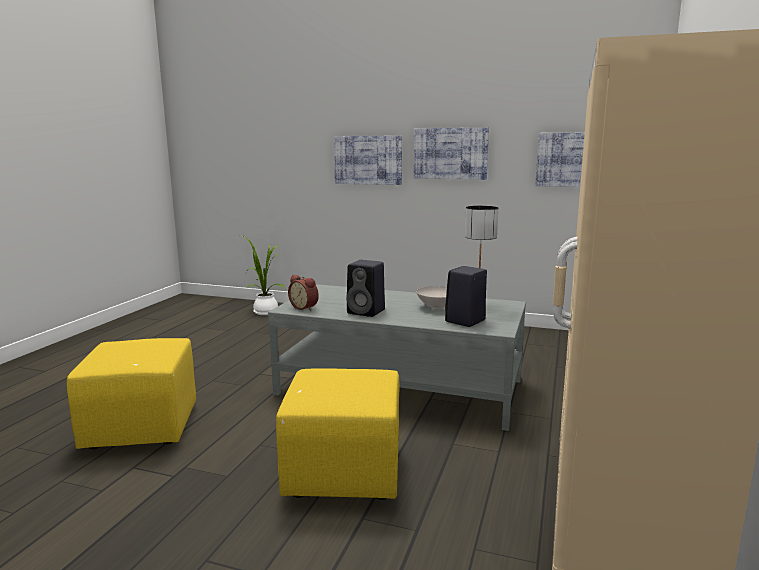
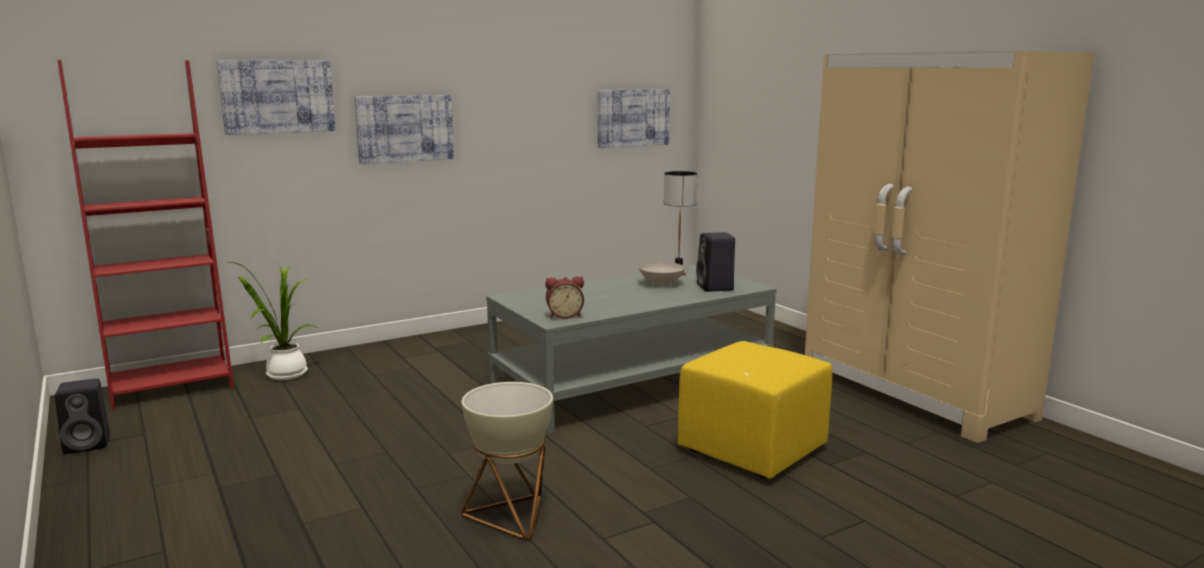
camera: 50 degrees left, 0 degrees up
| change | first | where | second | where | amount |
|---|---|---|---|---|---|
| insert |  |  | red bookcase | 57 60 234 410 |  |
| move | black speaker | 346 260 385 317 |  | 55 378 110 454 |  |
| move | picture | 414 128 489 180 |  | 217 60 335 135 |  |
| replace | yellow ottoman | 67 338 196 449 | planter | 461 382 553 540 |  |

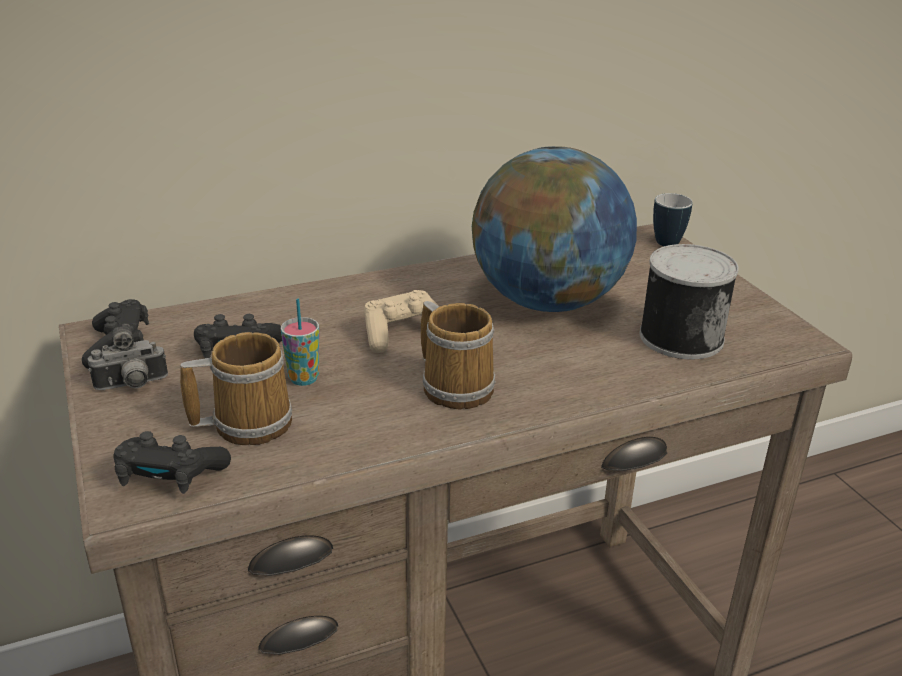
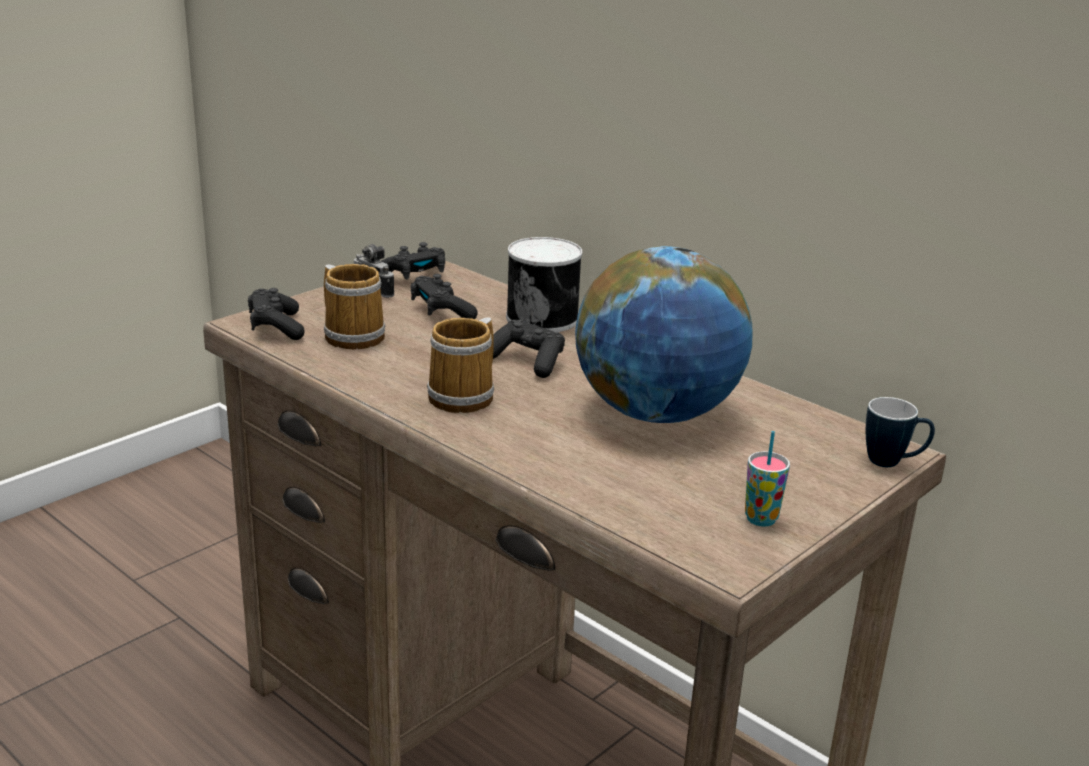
camera: 65 degrees right, 5 degrees down
| change | first | where | second | where | amount |
|---|---|---|---|---|---|
| move | cup | 281 299 319 386 |  | 745 431 790 527 |  |
| move | can | 640 244 739 359 |  | 506 237 582 332 |  |
| recolor | beige game controller | 364 290 439 353 | black game controller | 493 319 565 378 |  |

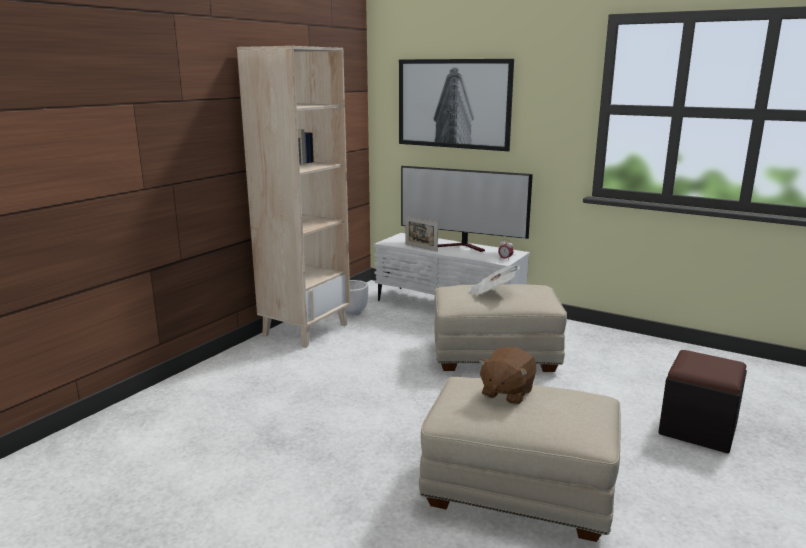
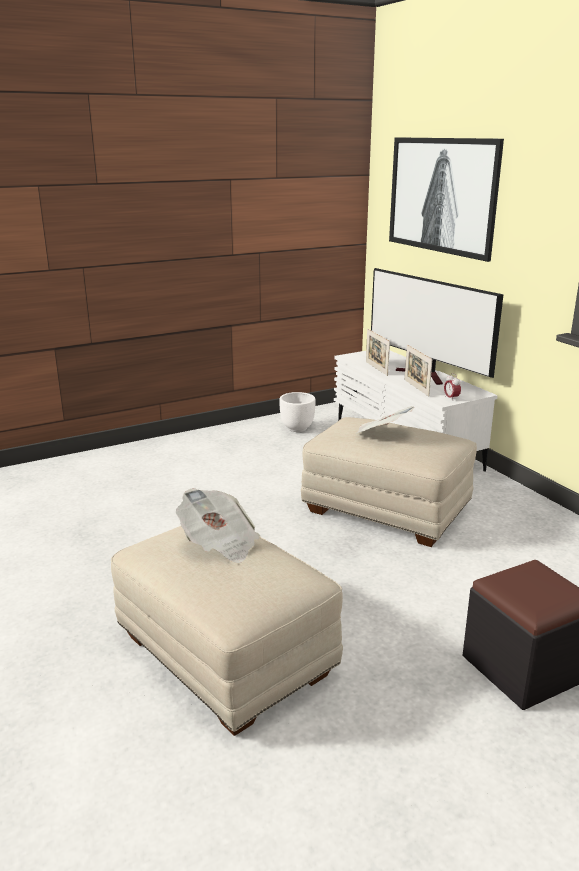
camera: 30 degrees right, 5 degrees up
| change | first | where | second | where | amount |
|---|---|---|---|---|---|
| delete | beige bookcase | 237 46 350 348 |  |  |  |
| insert |  |  | picture frame | 405 344 432 397 |  |
| replace | brown plush toy | 478 347 536 405 | newspaper | 176 488 260 563 |  |

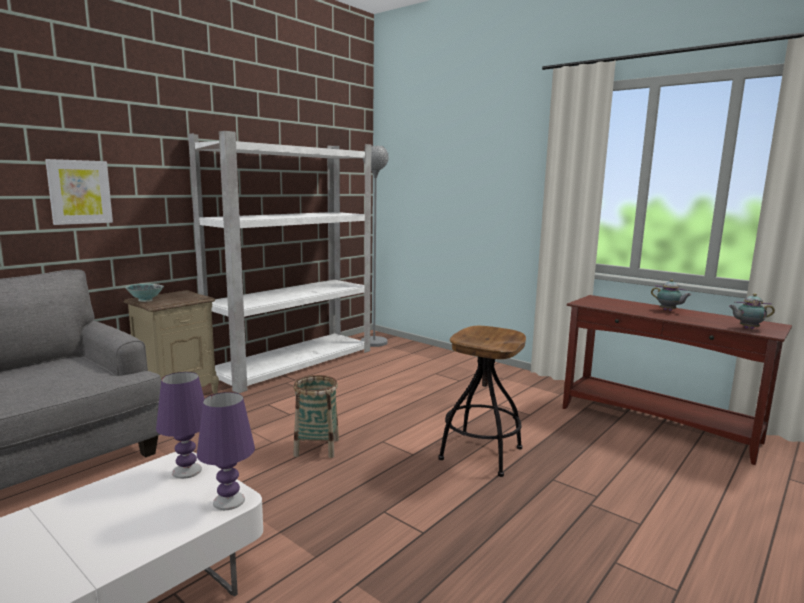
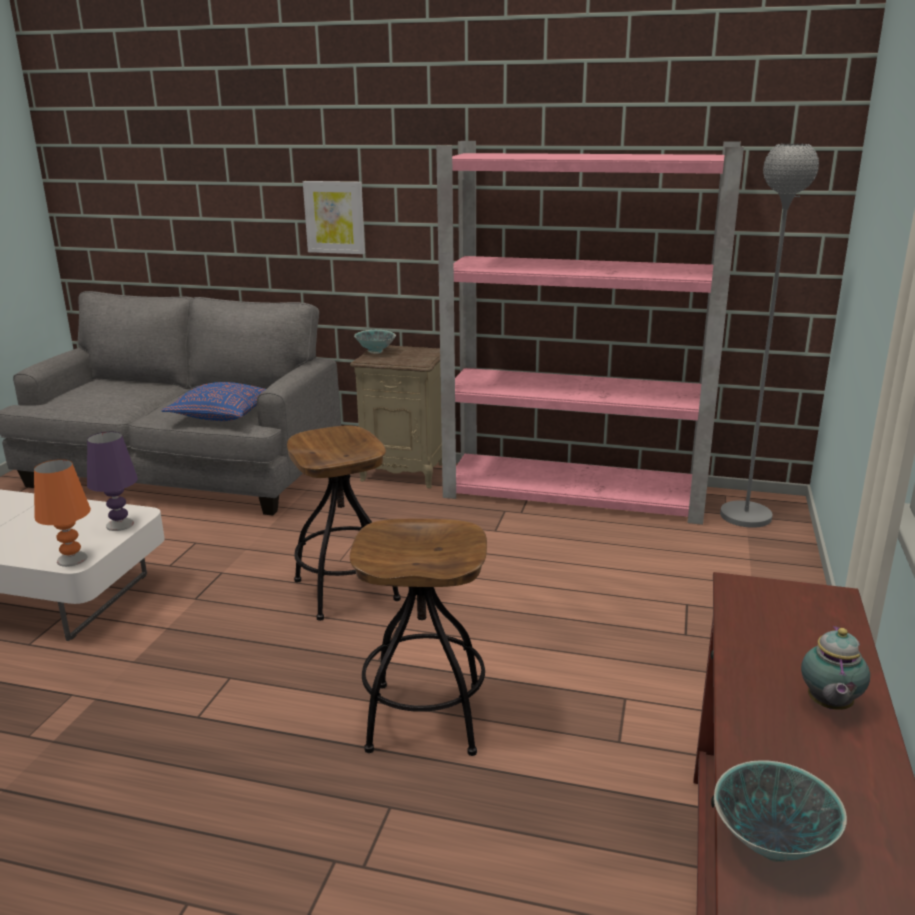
camera: 65 degrees right, 10 degrees up
| change | first | where | second | where | amount |
|---|---|---|---|---|---|
| insert |  |  | blue pillow | 162 382 266 421 |  |
| replace | basket | 293 375 339 458 | brown stool | 287 425 401 621 |  |
| replace | teapot | 728 293 775 329 | bowl | 714 760 847 862 |  |
| recolor | white bookcase | 188 131 371 394 | pink bookcase | 436 141 744 525 |  |
| recolor | purple table lamp | 197 392 255 510 | orange table lamp | 34 459 91 567 |  |

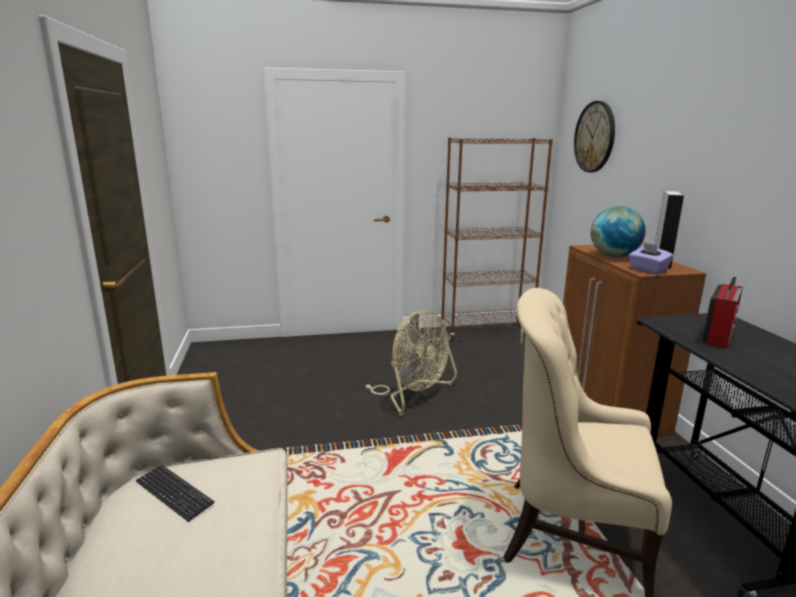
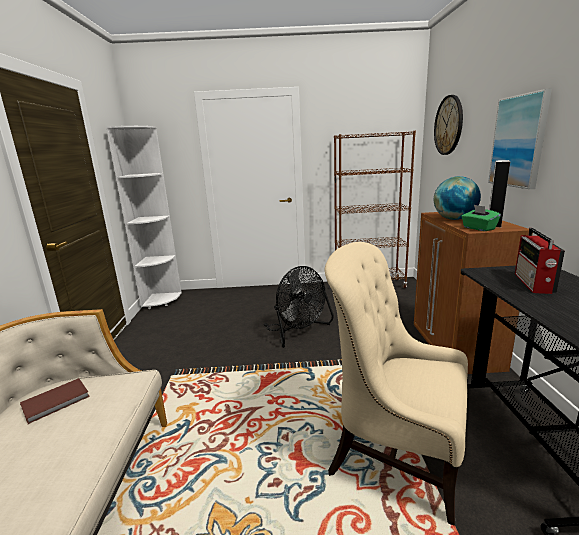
camera: 10 degrees right, 0 degrees up
| change | first | where | second | where | amount |
|---|---|---|---|---|---|
| insert |  |  | white bookcase | 106 126 182 309 |  |
| insert |  |  | picture | 488 89 552 189 |  |
| replace | keyboard | 136 464 215 522 | brown book | 20 378 90 424 |  |
| recolor | beige fan | 365 310 457 416 | black fan | 264 266 334 348 |  |
| recolor | purple tissue box | 629 242 673 274 | green tissue box | 461 205 501 231 |  |
| rotate | radio | 702 277 743 348 |  | 515 228 565 294 | 150 degrees clockwise |

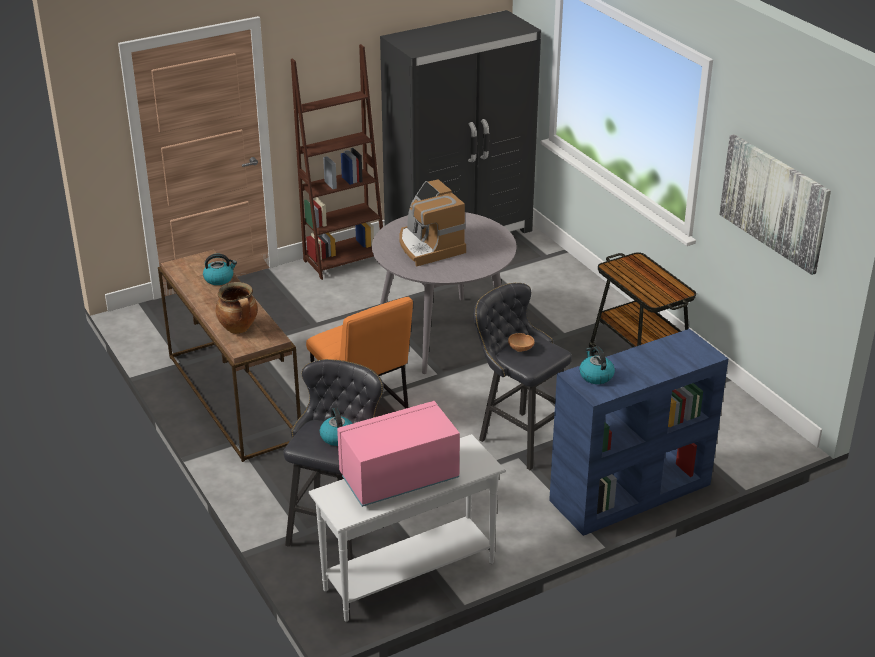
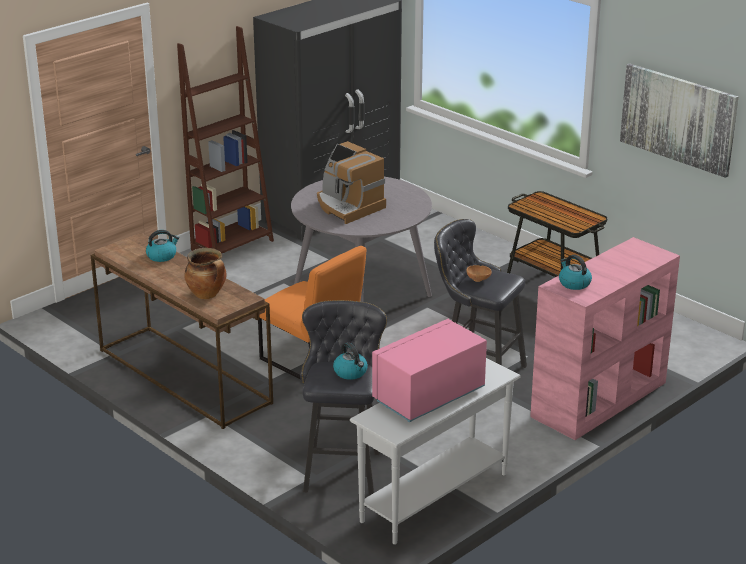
camera: 15 degrees left, 5 degrees down
| change | first | where | second | where | amount |
|---|---|---|---|---|---|
| recolor | blue bookcase | 549 329 728 536 | pink bookcase | 530 237 680 440 |  |

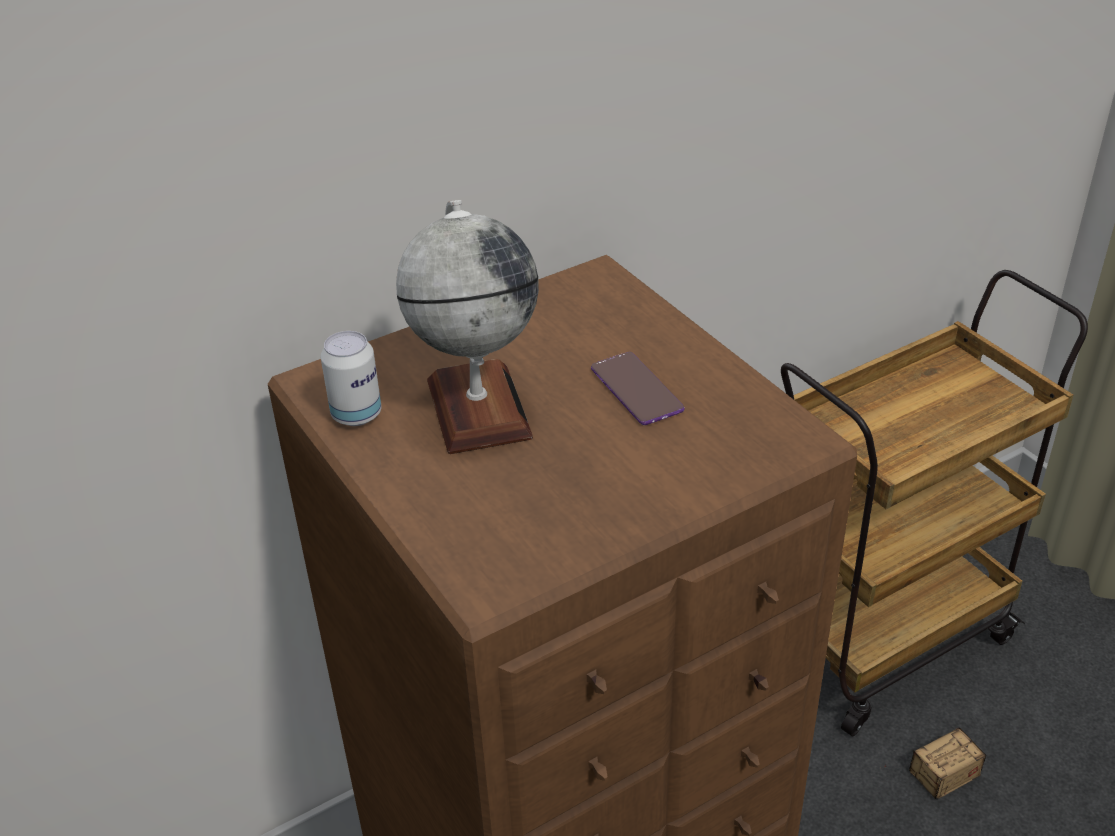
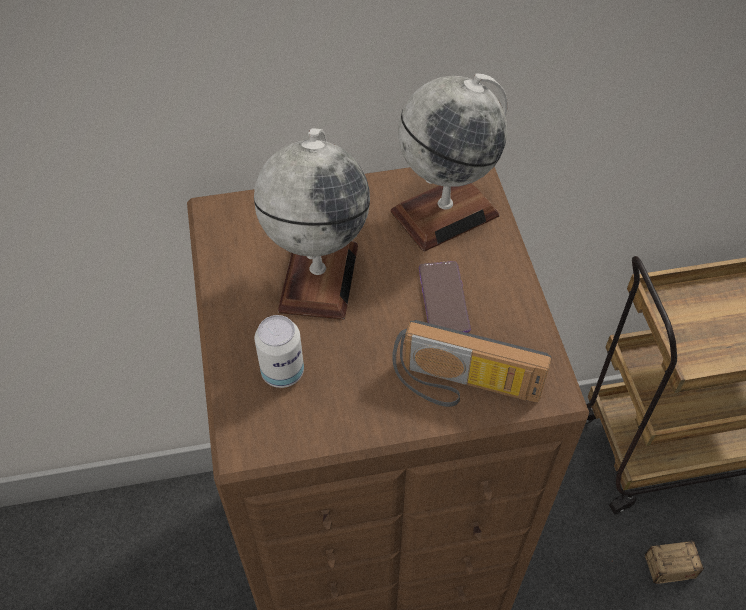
camera: 20 degrees right, 15 degrees up
| change | first | where | second | where | amount |
|---|---|---|---|---|---|
| insert |  |  | globe | 391 73 507 252 |  |
| insert |  |  | radio | 392 320 552 407 |  |
| move | can | 321 331 381 426 |  | 254 315 304 388 |  |

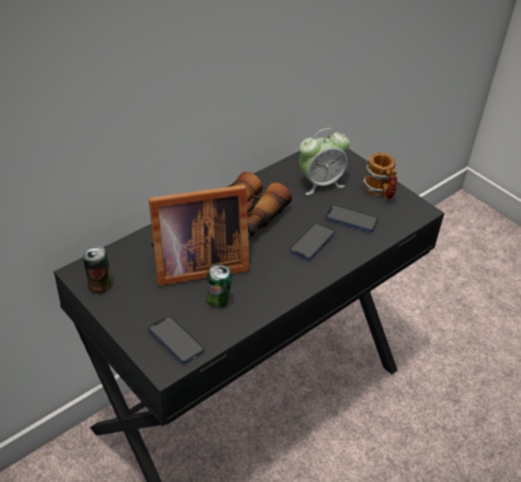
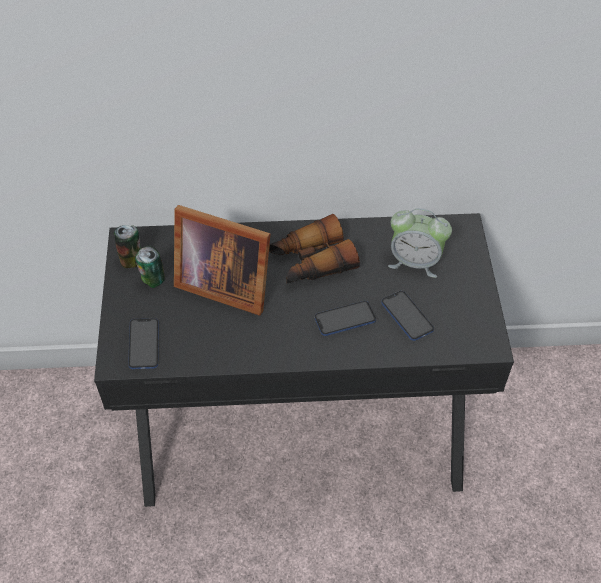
camera: 40 degrees right, 10 degrees up
| change | first | where | second | where | amount |
|---|---|---|---|---|---|
| delete | mug | 363 153 397 200 |  |  |  |
| move | can | 206 264 232 307 |  | 135 246 165 288 |  |

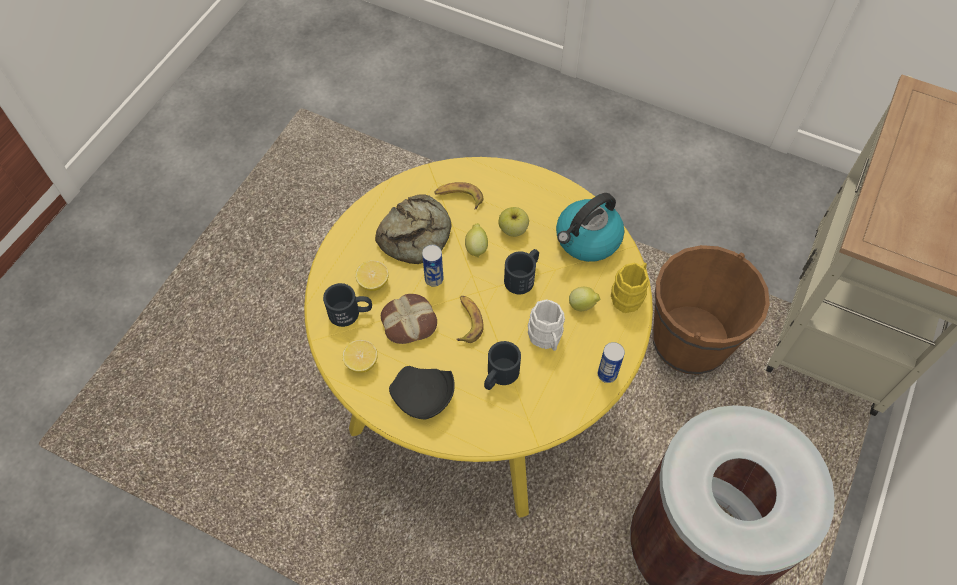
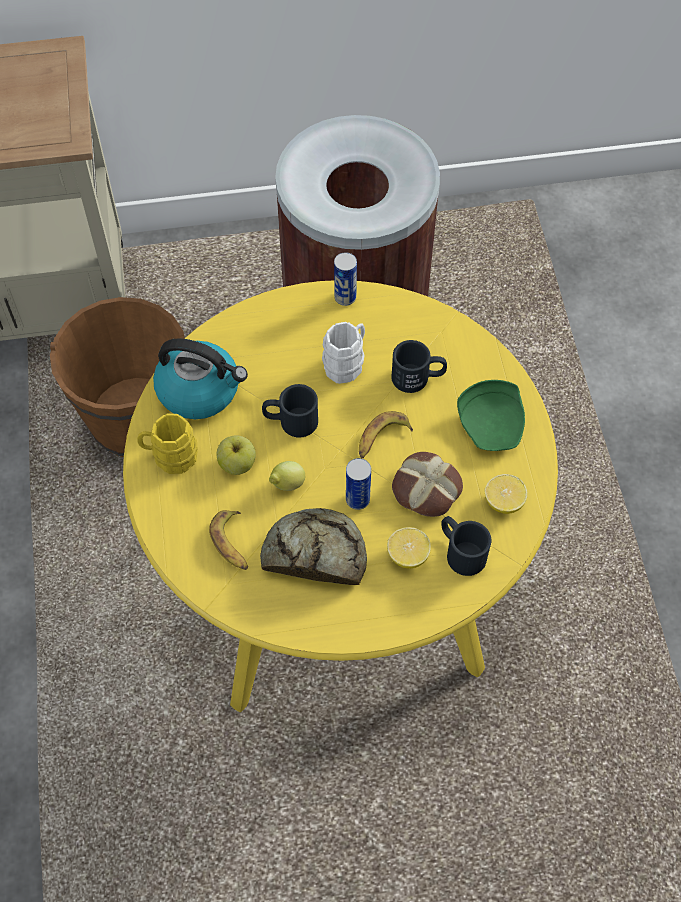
camera: 125 degrees left, 0 degrees up
| change | first | where | second | where | amount |
|---|---|---|---|---|---|
| delete | lemon | 569 287 600 311 |  |  |  |
| move | yellow mug | 611 263 649 313 |  | 137 414 198 474 |  |
| recolor | black plate | 389 366 455 419 | green plate | 457 380 525 451 |  |

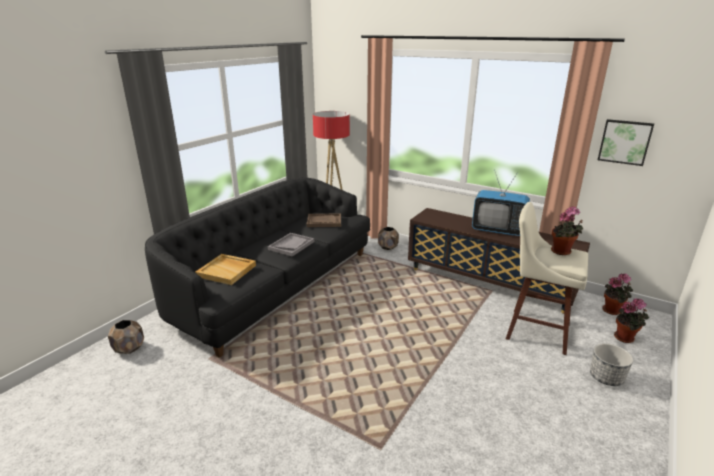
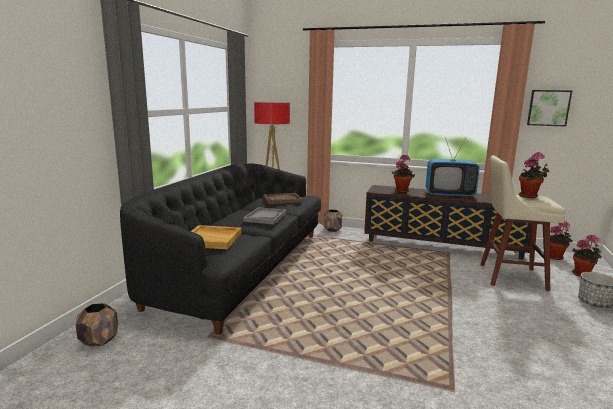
camera: 15 degrees left, 10 degrees down
| change | first | where | second | where | amount |
|---|---|---|---|---|---|
| insert |  |  | potted plant | 392 154 415 193 |  |

